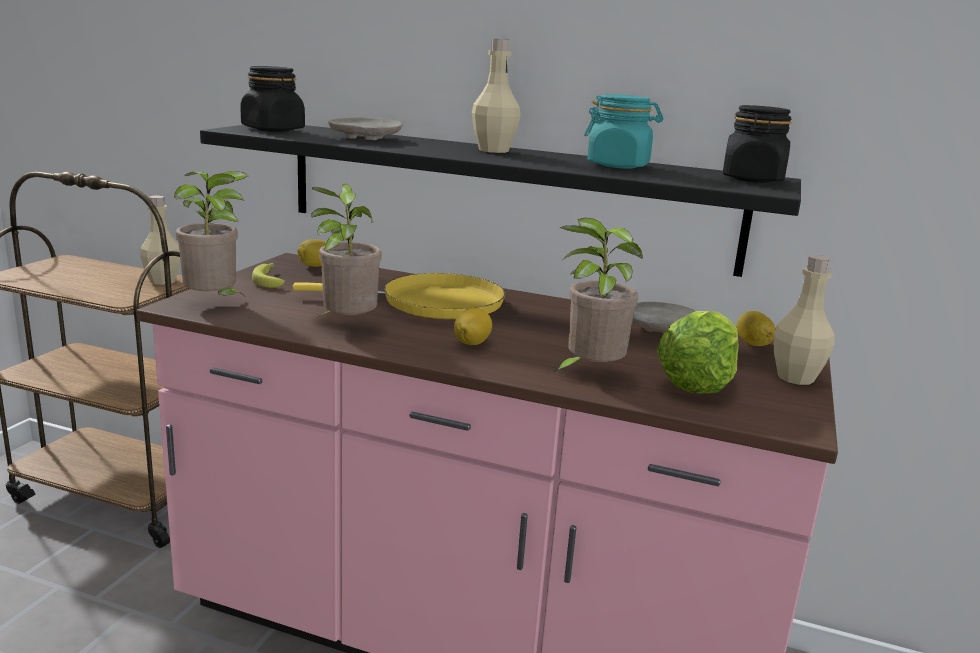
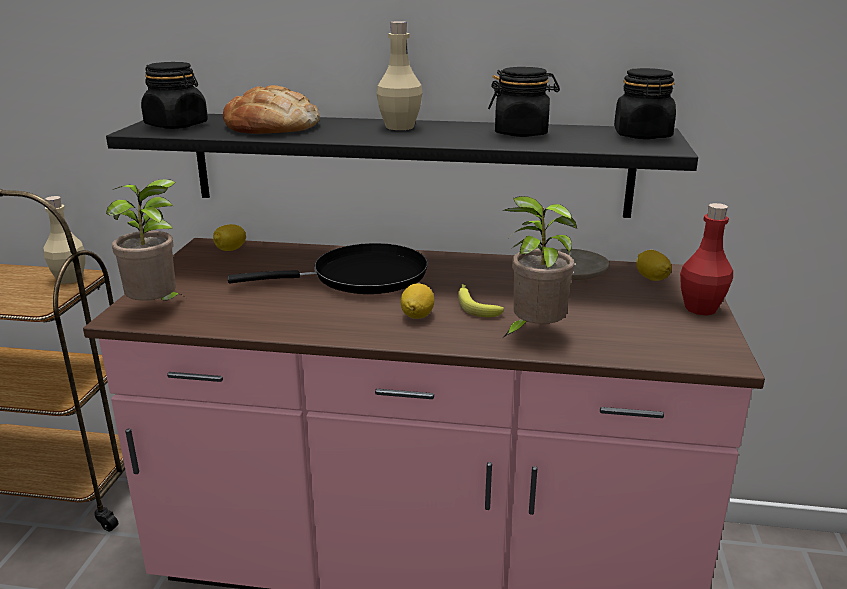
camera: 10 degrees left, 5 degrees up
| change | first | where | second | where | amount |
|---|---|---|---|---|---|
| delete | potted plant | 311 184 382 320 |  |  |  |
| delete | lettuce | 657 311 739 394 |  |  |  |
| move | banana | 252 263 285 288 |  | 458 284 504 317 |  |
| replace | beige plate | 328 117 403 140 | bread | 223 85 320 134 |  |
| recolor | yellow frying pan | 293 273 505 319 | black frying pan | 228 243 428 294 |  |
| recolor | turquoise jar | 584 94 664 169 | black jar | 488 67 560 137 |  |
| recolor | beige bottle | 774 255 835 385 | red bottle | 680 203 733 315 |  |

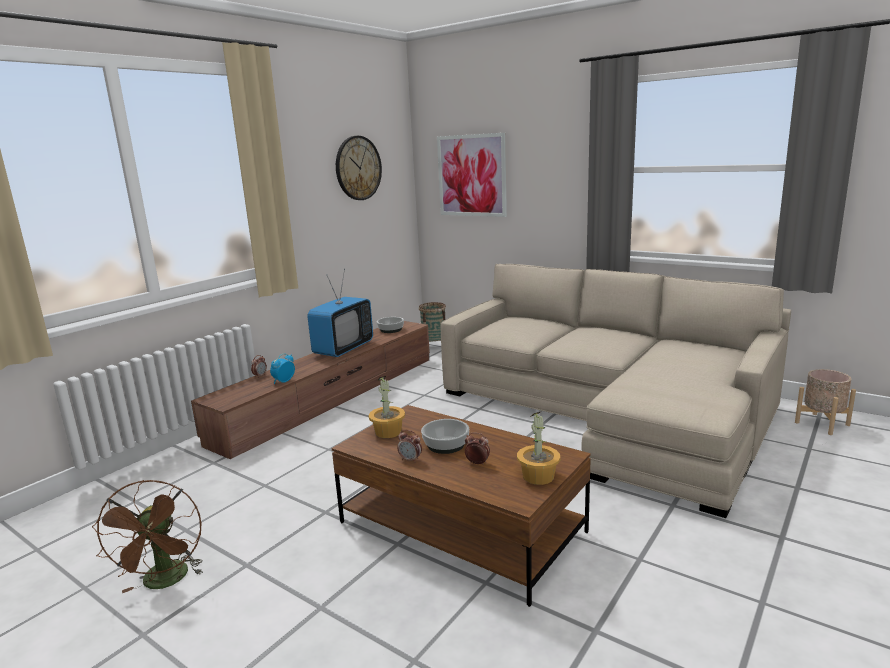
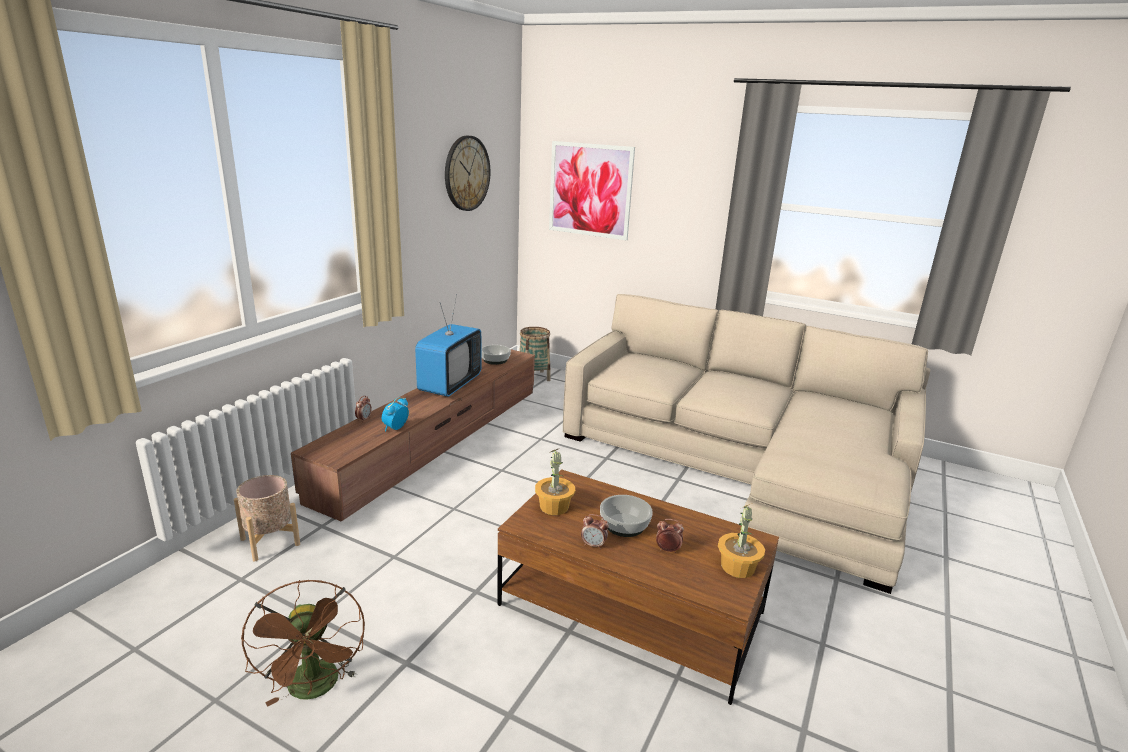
camera: 10 degrees left, 5 degrees up
| change | first | where | second | where | amount |
|---|---|---|---|---|---|
| move | beige planter | 795 369 856 435 |  | 234 475 300 561 |  |

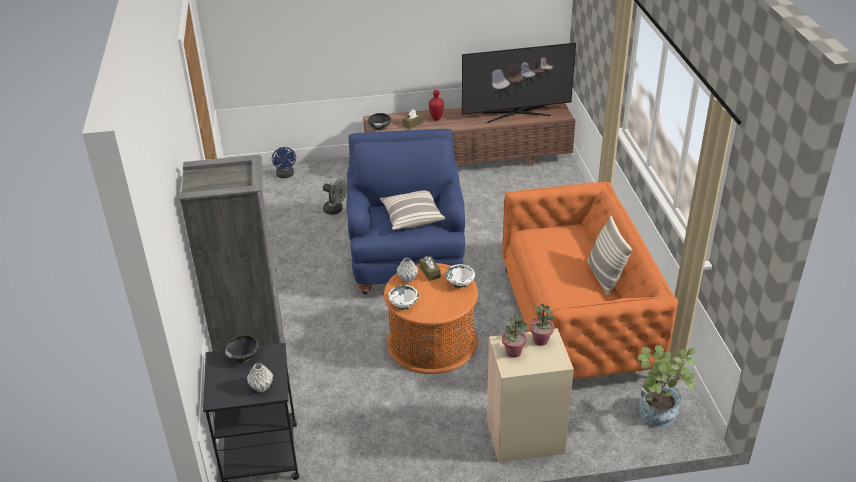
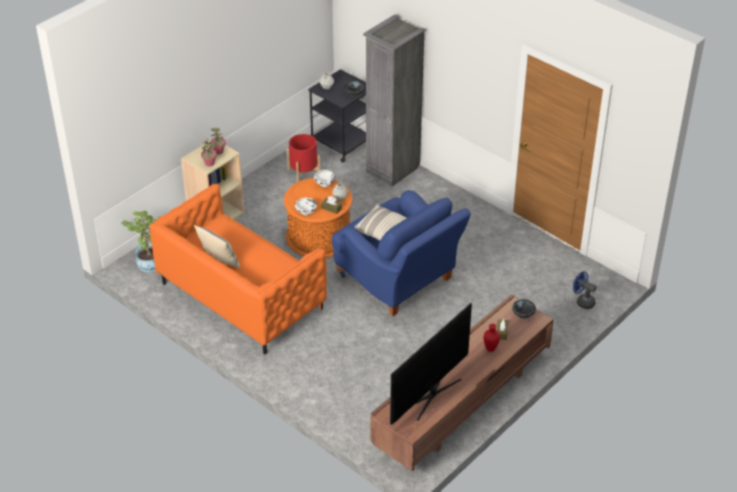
camera: 140 degrees right, 5 degrees up
| change | first | where | second | where | amount |
|---|---|---|---|---|---|
| delete | grey fan | 323 179 347 215 |  |  |  |
| insert |  |  | red planter | 287 134 320 182 |  |

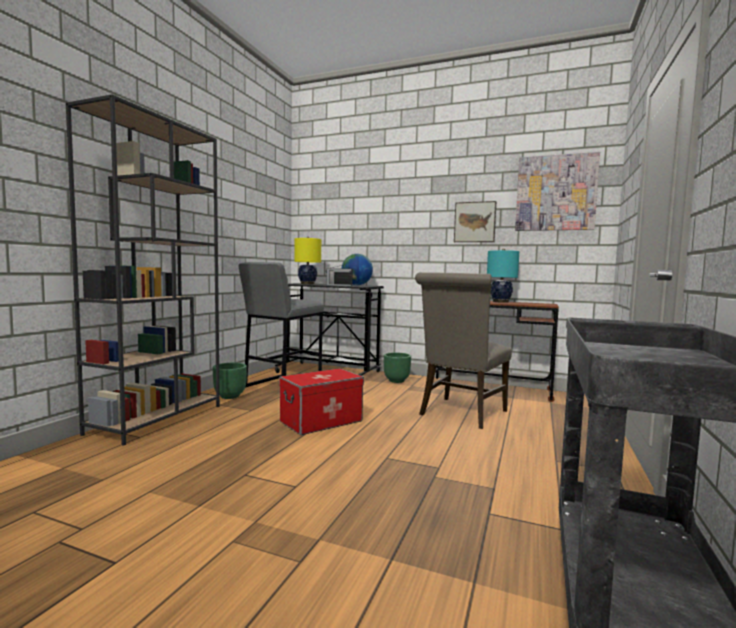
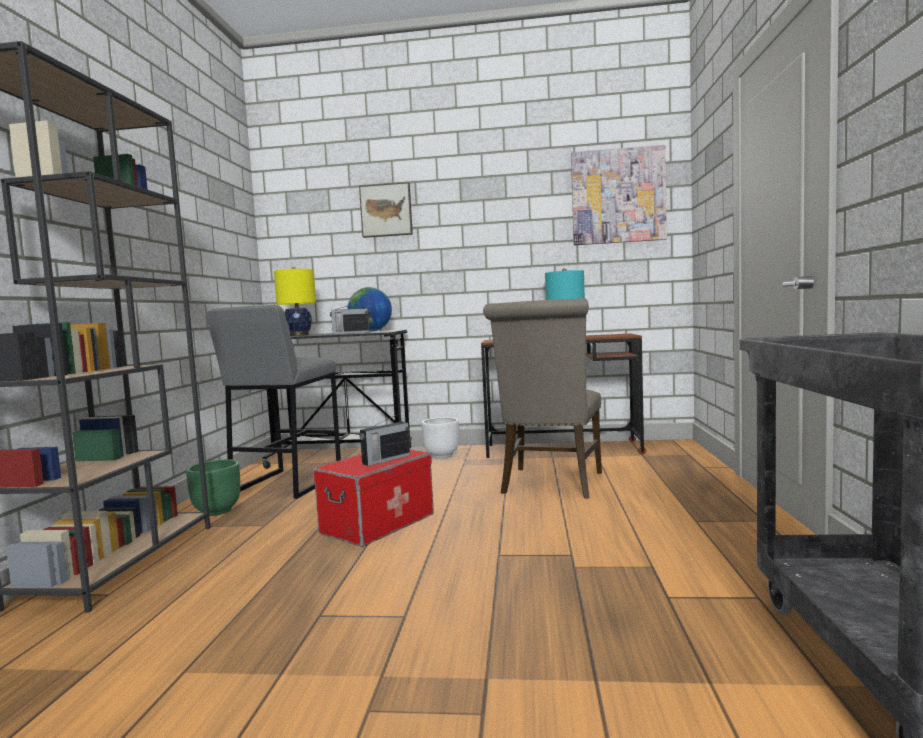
camera: 15 degrees left, 0 degrees up
| change | first | where | second | where | amount |
|---|---|---|---|---|---|
| insert |  |  | radio | 360 414 410 466 |  |
| move | picture | 454 201 496 242 |  | 359 182 413 238 |  |
| recolor | green planter | 384 352 411 383 | white planter | 421 417 459 459 |  |

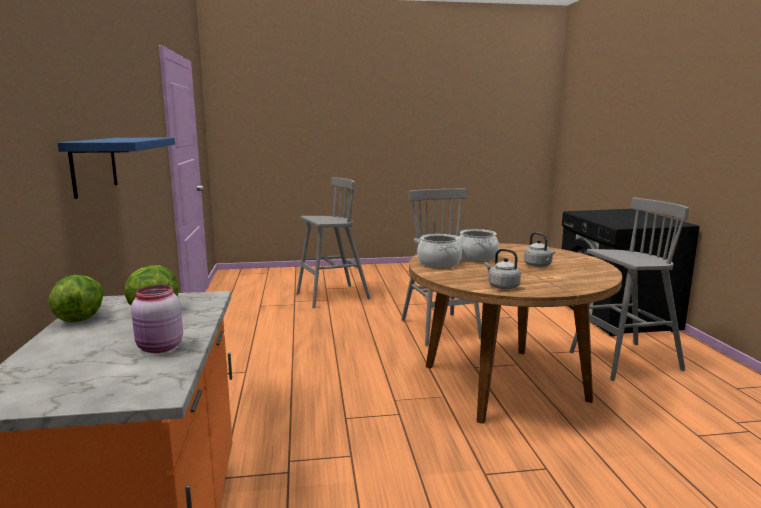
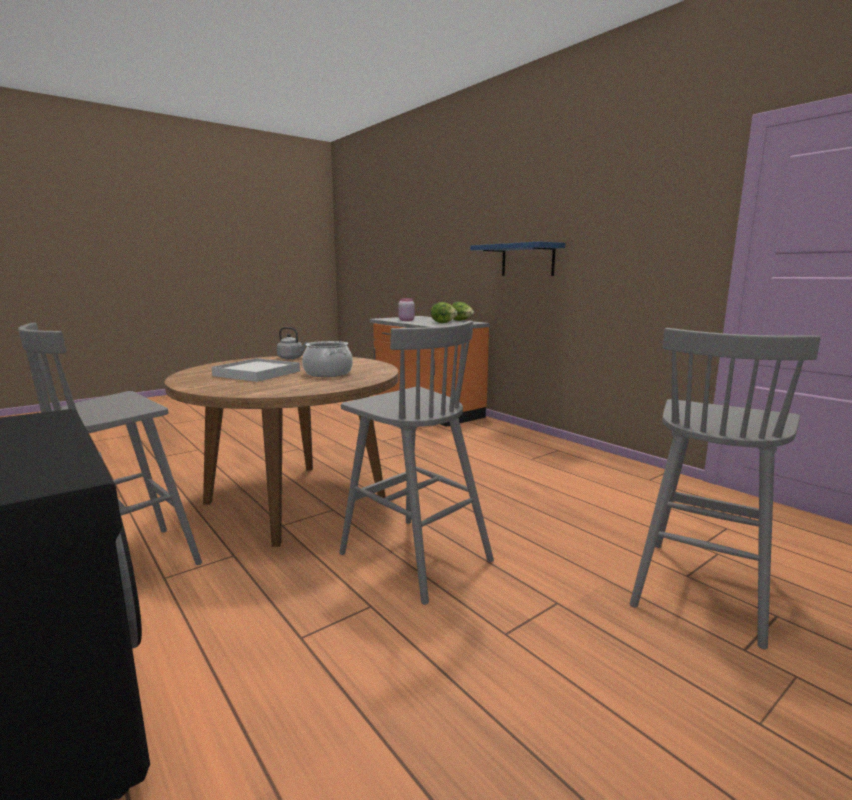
camera: 150 degrees right, 0 degrees up
| change | first | where | second | where | amount |
|---|---|---|---|---|---|
| delete | cooking pot | 417 234 462 268 |  |  |  |
| replace | grey kettle | 524 232 555 267 | white tray | 212 358 300 382 |  |

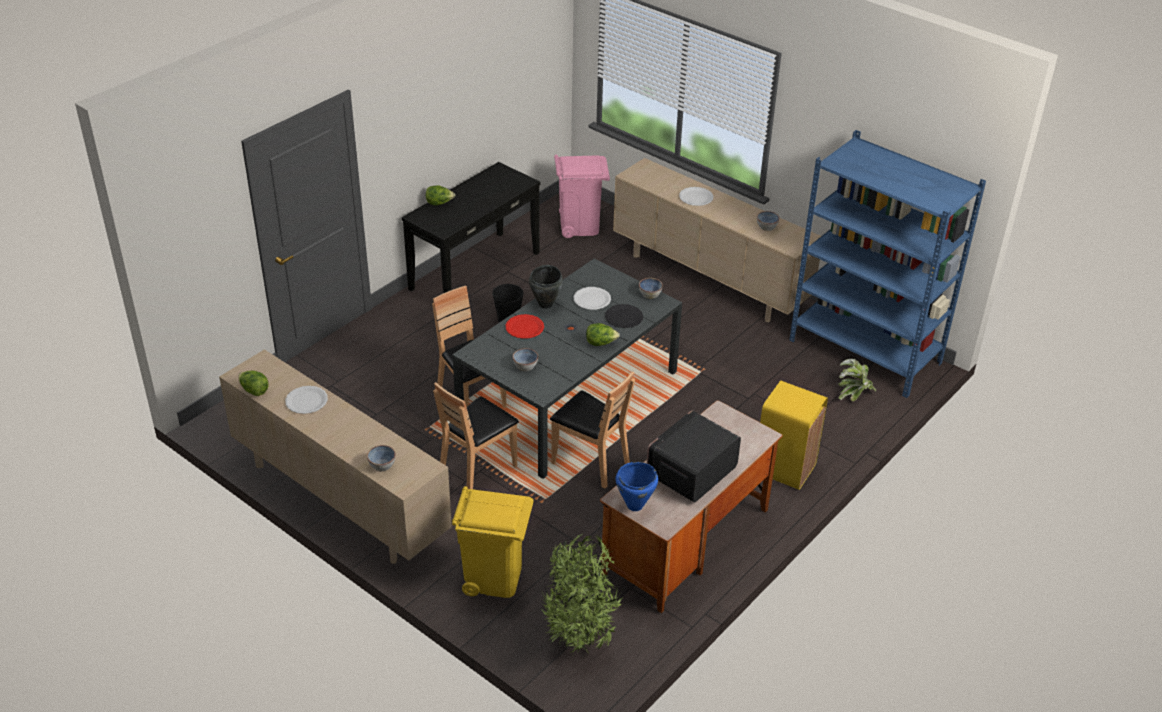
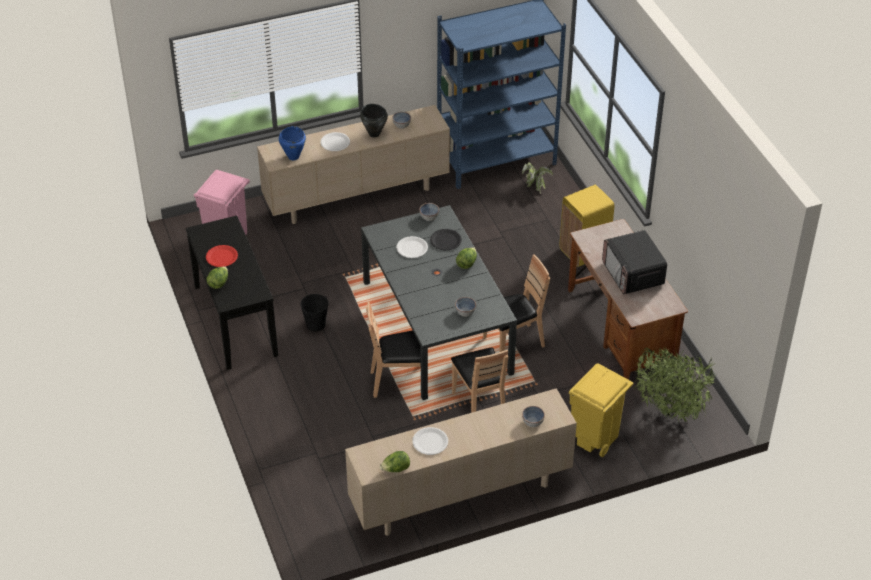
camera: 60 degrees left, 5 degrees up
| change | first | where | second | where | amount |
|---|---|---|---|---|---|
| move | red plate | 506 314 544 339 |  | 206 245 238 267 |  |
| move | black cooking pot | 529 265 563 309 |  | 360 104 388 137 |  |
| move | blue cooking pot | 615 462 658 511 |  | 279 126 306 160 |  |

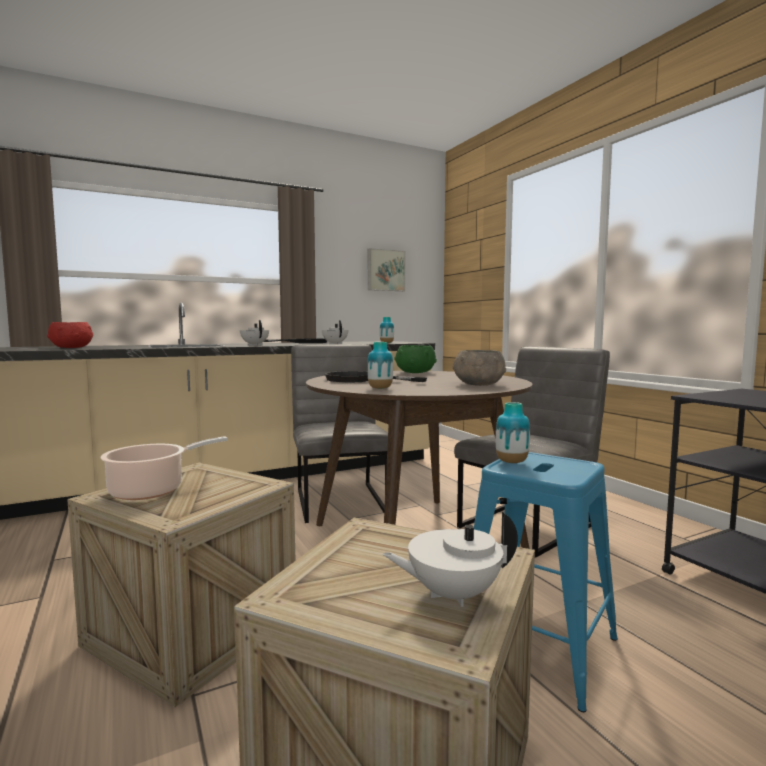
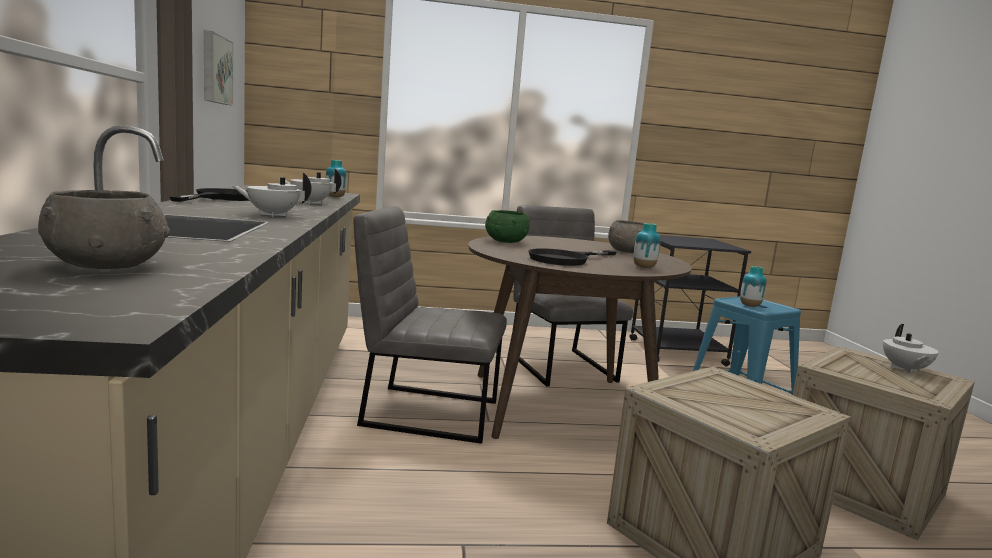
camera: 70 degrees left, 5 degrees up
| change | first | where | second | where | amount |
|---|---|---|---|---|---|
| delete | cooking pot | 100 436 228 500 |  |  |  |
| recolor | red bowl | 47 322 93 348 | grey bowl | 38 190 170 269 |  |

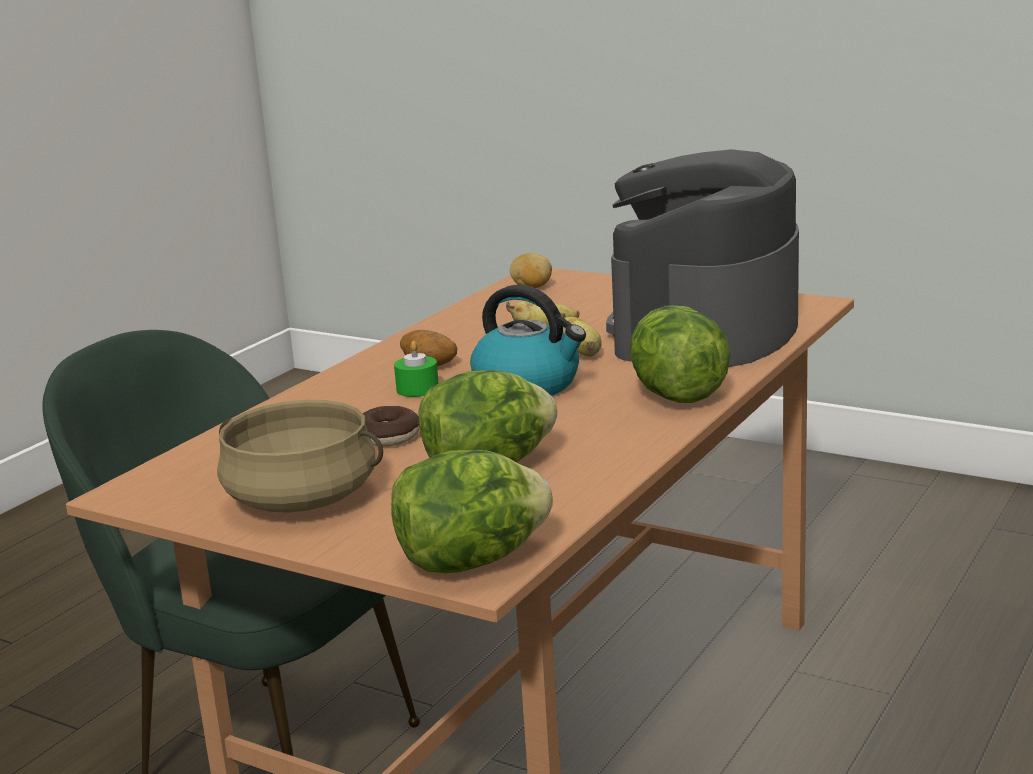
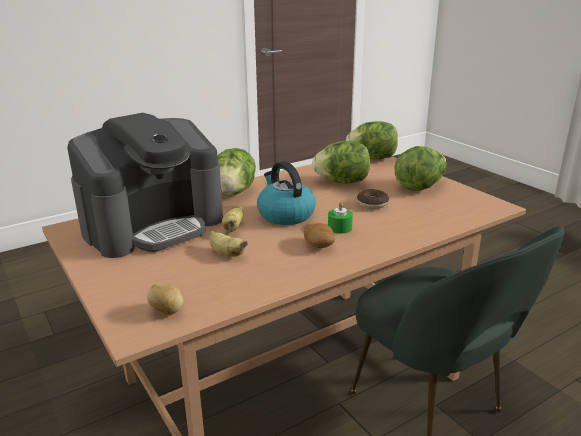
camera: 155 degrees left, 5 degrees up
| change | first | where | second | where | amount |
|---|---|---|---|---|---|
| replace | beige cooking pot | 217 400 383 513 | lettuce | 395 146 447 191 |  |

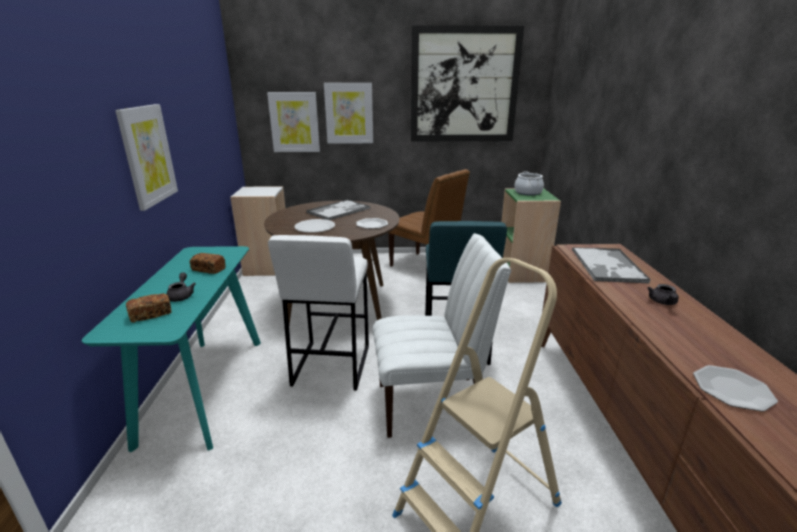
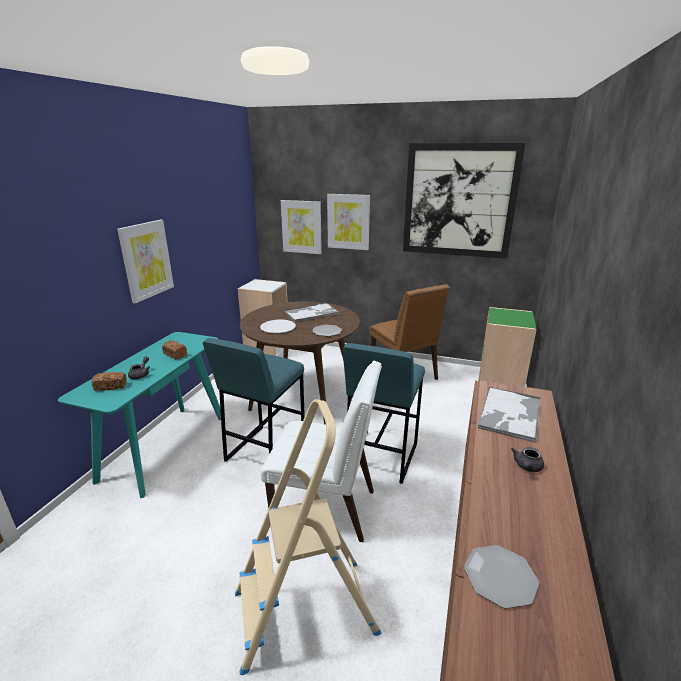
camera: 20 degrees right, 0 degrees up
| change | first | where | second | where | amount |
|---|---|---|---|---|---|
| delete | cooking pot | 515 171 544 196 |  |  |  |
| recolor | white stool | 268 235 369 391 | turquoise stool | 203 338 305 462 |  |

